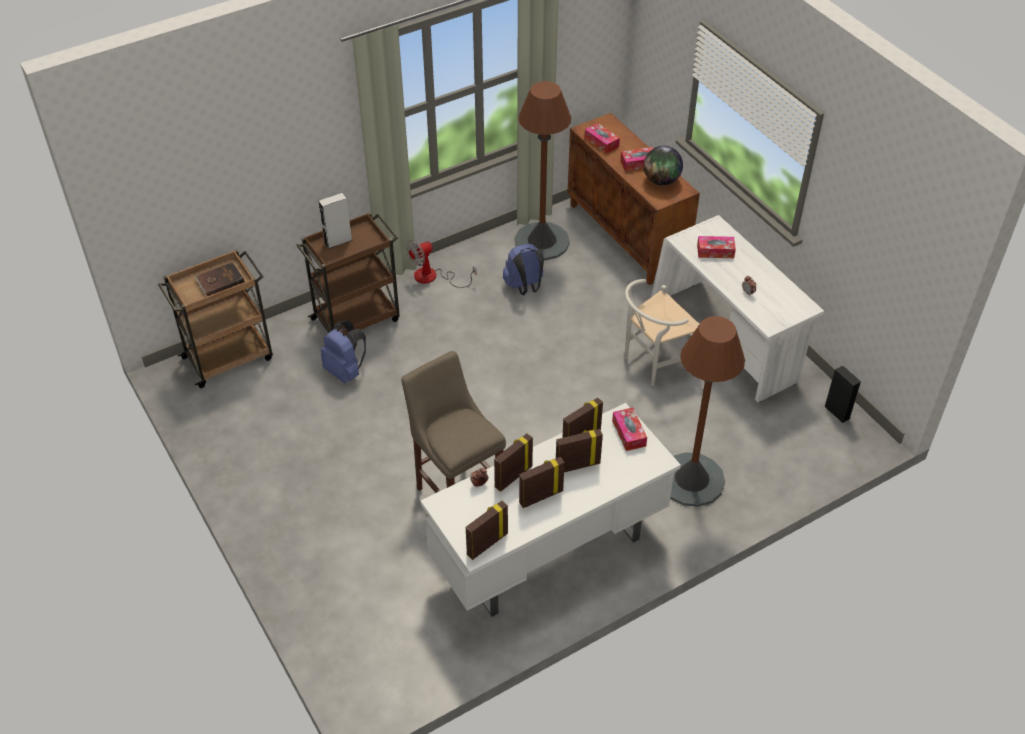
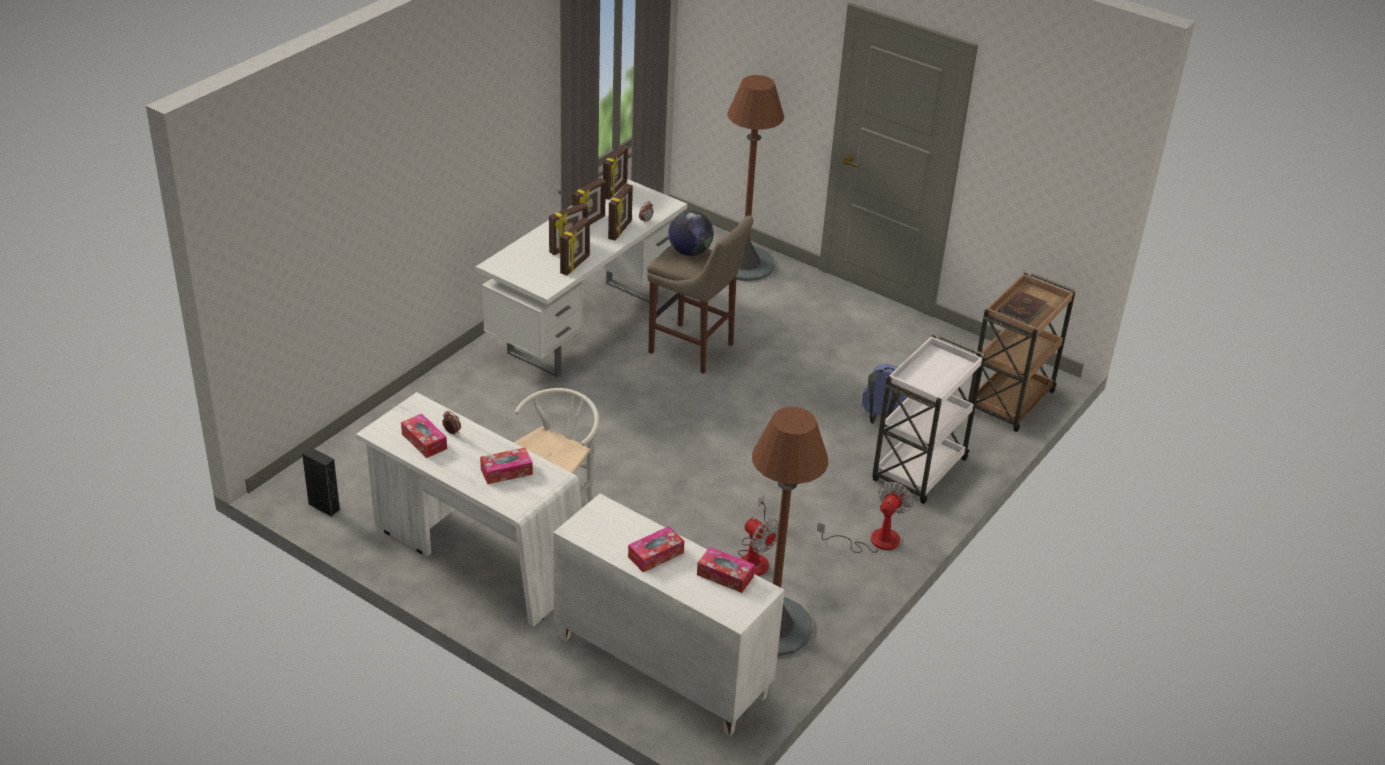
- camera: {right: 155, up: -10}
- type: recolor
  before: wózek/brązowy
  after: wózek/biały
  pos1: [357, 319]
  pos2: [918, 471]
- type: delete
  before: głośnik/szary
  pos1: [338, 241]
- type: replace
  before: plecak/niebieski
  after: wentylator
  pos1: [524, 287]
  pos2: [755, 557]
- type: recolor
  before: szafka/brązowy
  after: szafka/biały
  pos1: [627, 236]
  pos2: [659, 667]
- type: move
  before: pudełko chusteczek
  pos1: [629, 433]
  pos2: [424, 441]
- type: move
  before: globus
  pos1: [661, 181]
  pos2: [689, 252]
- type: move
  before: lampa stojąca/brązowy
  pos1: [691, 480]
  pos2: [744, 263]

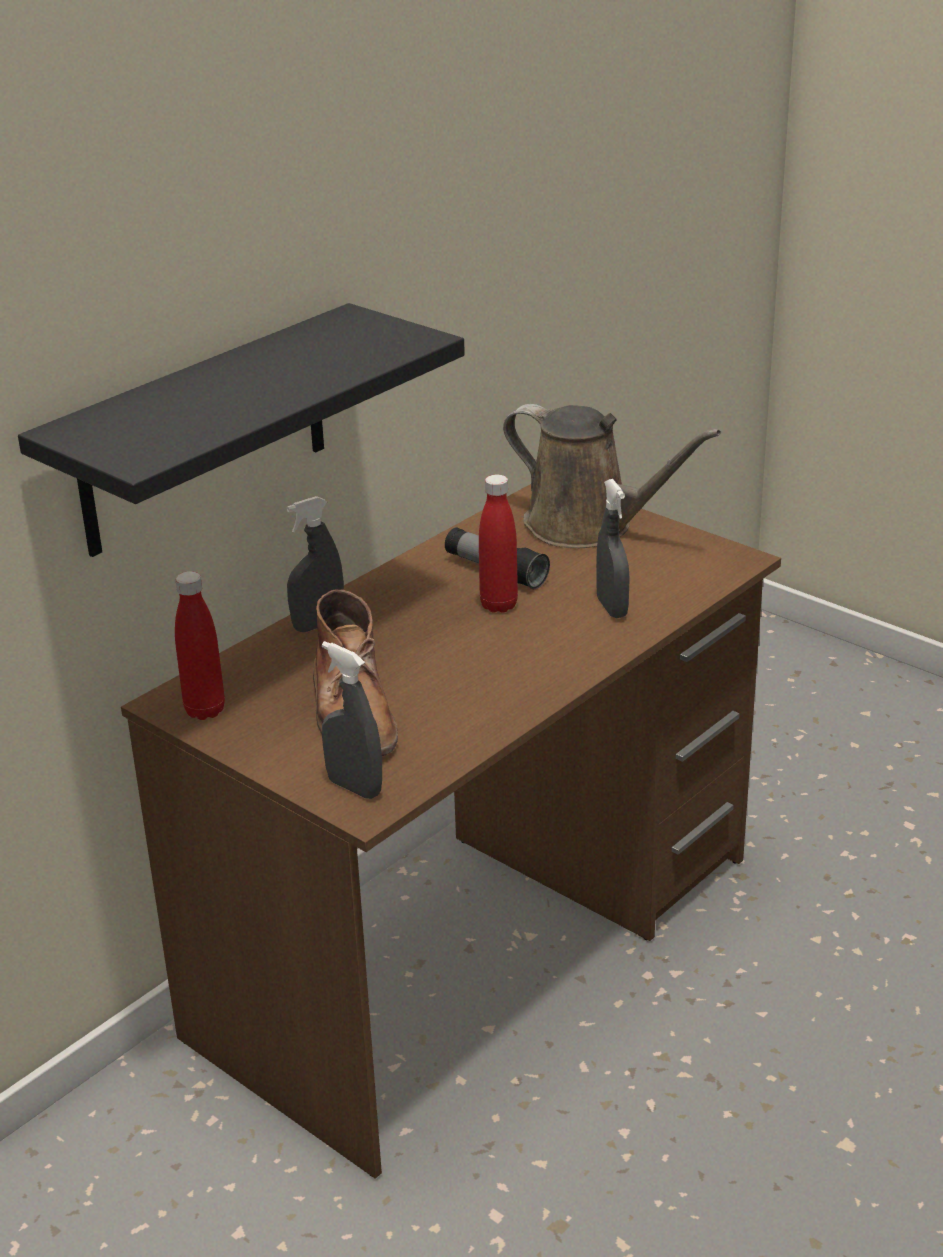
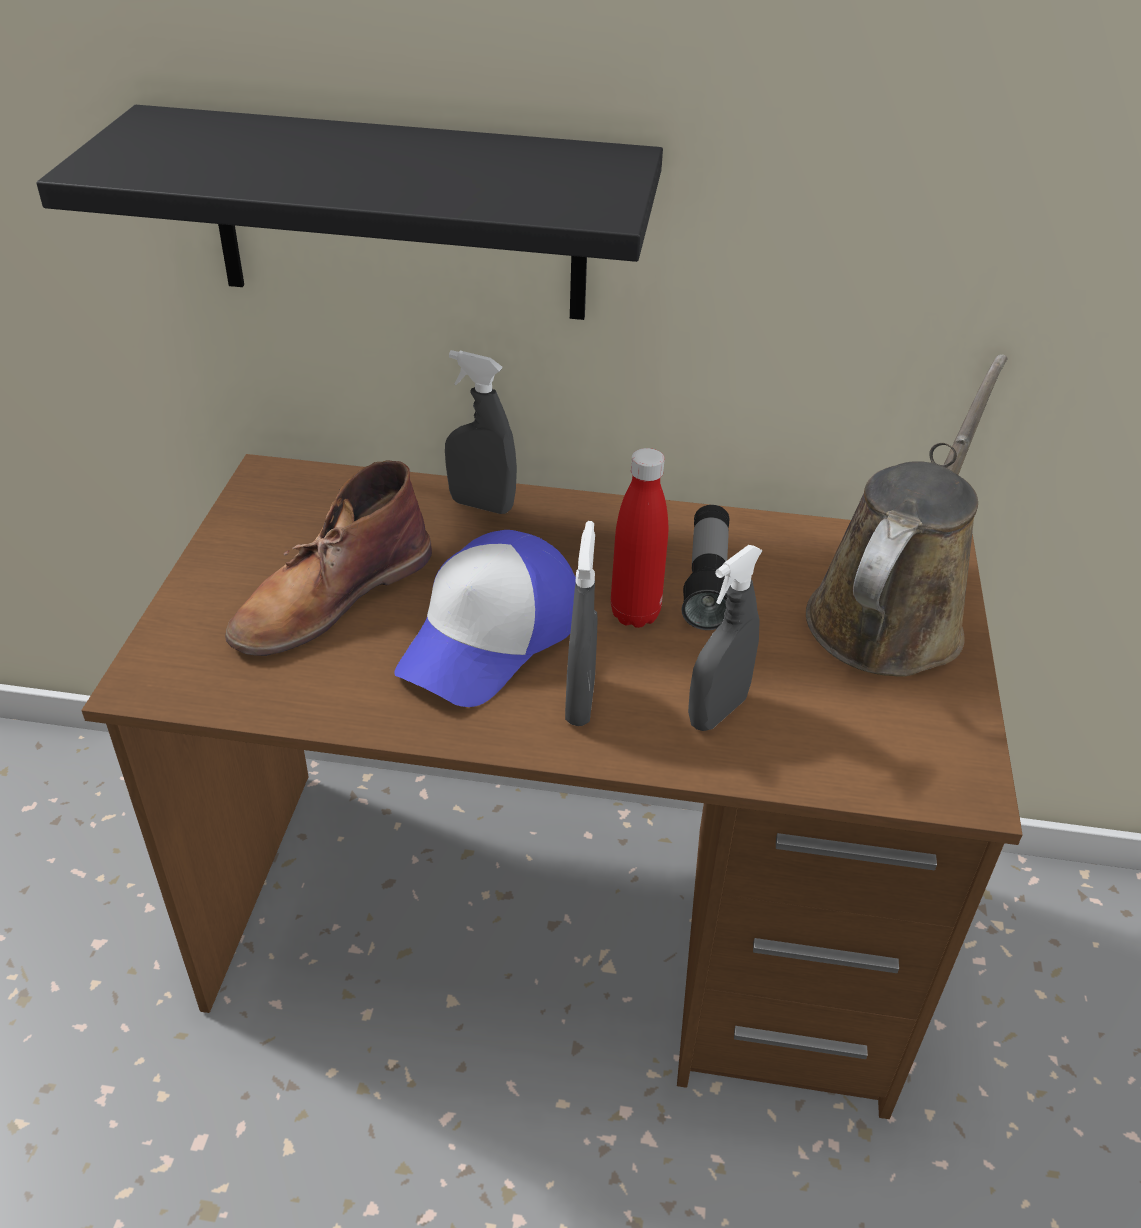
- camera: {right: 55, up: 10}
- type: delete
  before: butelka/czerwony
  pos1: [205, 710]
- type: move
  before: spryskiwacz/szary
  pos1: [354, 787]
  pos2: [580, 701]
- type: rotate
  before: konewka/brązowy
  pos1: [588, 526]
  pos2: [890, 613]
  turn: -150
- type: insert
  after: czapka z daszkiem
  pos2: [490, 637]

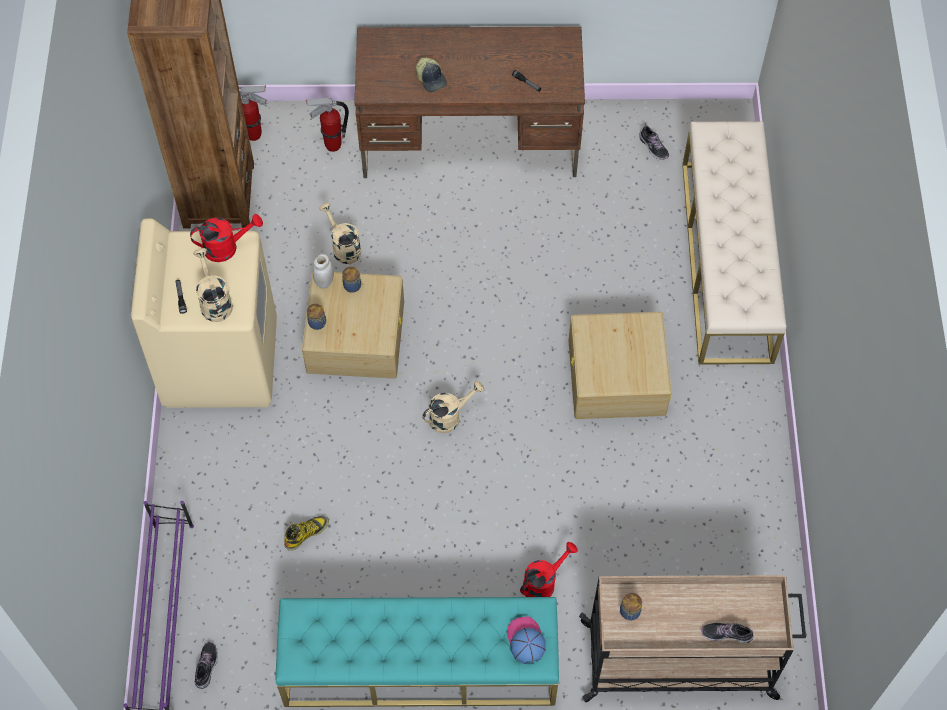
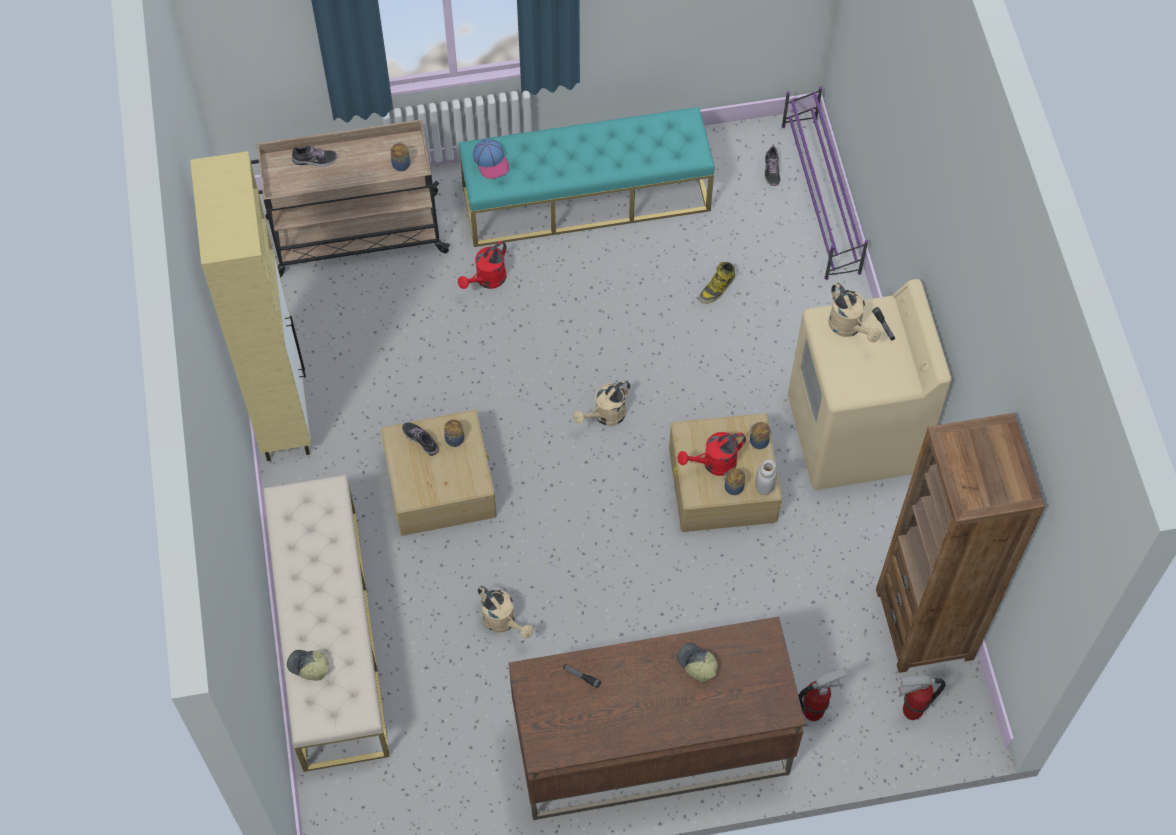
- camera: {right: 170, up: 0}
- type: move
  before: konewka/czerwony
  pos1: [227, 247]
  pos2: [713, 464]
- type: move
  before: konewka/beżowy
  pos1: [343, 247]
  pos2: [503, 622]
- type: move
  before: but
  pos1: [653, 147]
  pos2: [421, 440]
- type: insert
  after: szafka/beżowy
  pos2: [283, 412]
- type: insert
  after: czapka z daszkiem
  pos2: [308, 667]
- type: insert
  after: słoik
  pos2: [454, 440]

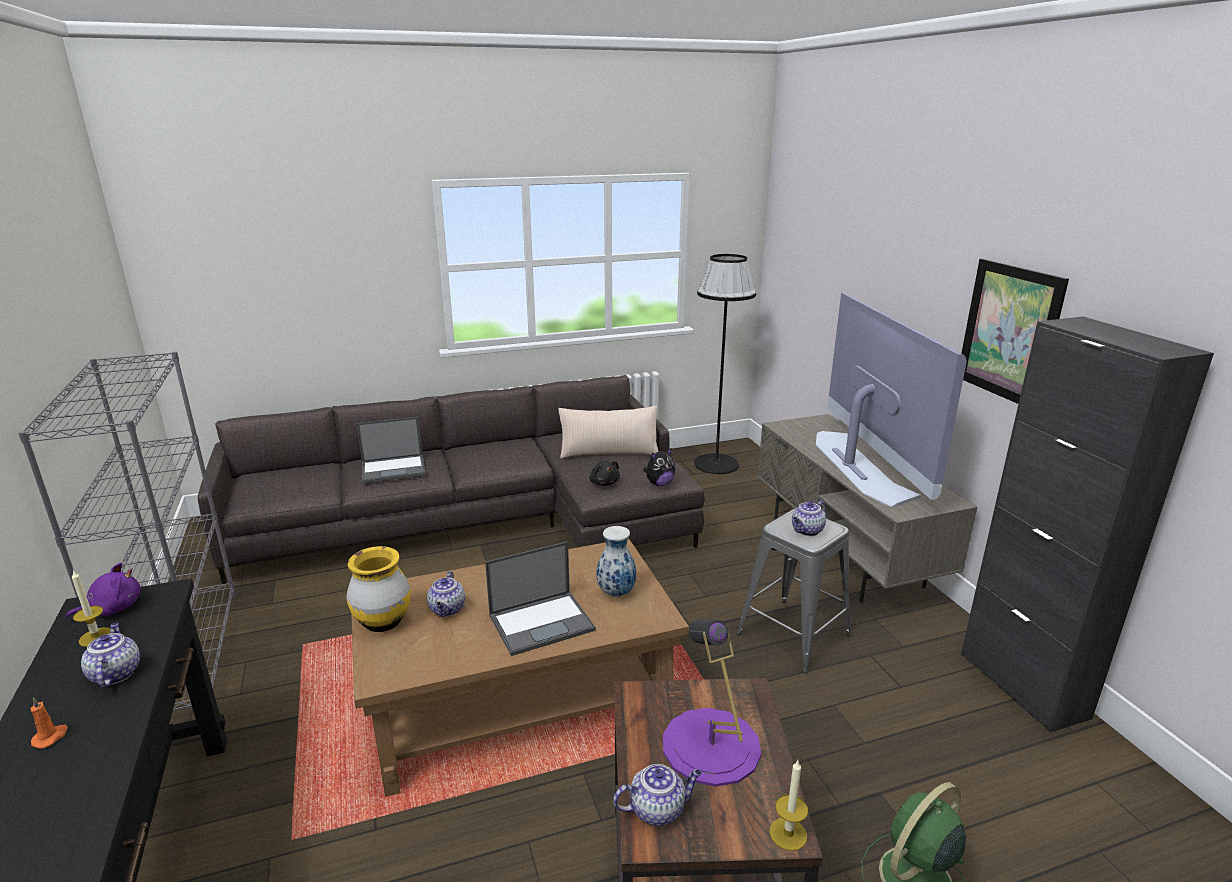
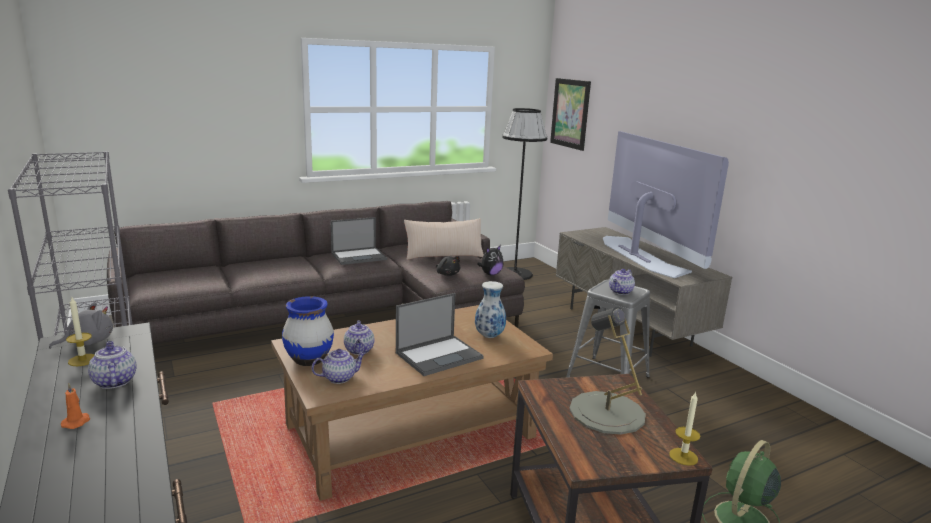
- camera: {right: -10, up: -5}
- type: recolor
  before: pluszak/fioletowy
  after: pluszak/szary
  pos1: [113, 608]
  pos2: [88, 342]
- type: recolor
  before: wazon/żółty
  after: wazon/niebieski
  pos1: [382, 622]
  pos2: [309, 360]
- type: move
  before: laptop
  pos1: [394, 469]
  pos2: [359, 256]
- type: move
  before: imbryk
  pos1: [658, 809]
  pos2: [340, 377]
- type: recolor
  before: lampa stołowa/fioletowy
  after: lampa stołowa/szary
  pos1: [710, 746]
  pos2: [606, 412]
- type: move
  before: obraz
  pos1: [1009, 332]
  pos2: [570, 113]
- type: delete
  before: szafka/czarny
  pos1: [1022, 685]

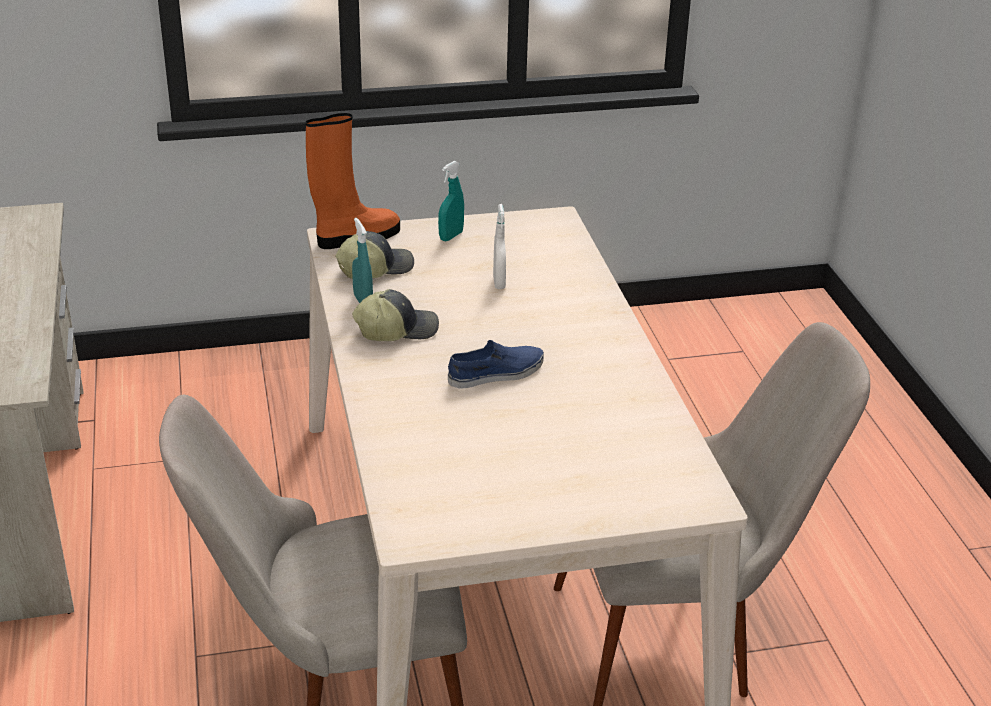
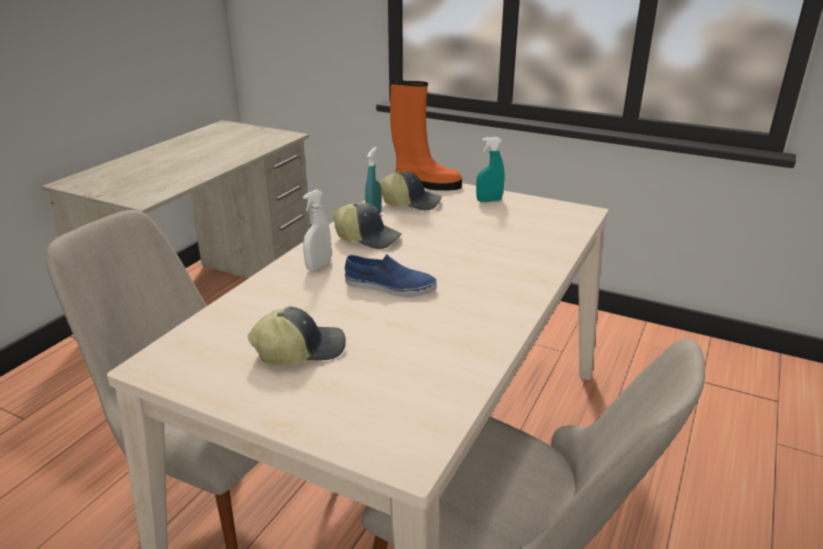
- camera: {right: 40, up: -5}
- type: move
  before: spryskiwacz/biały
  pos1: [499, 283]
  pos2: [318, 266]
- type: insert
  after: czapka z daszkiem
  pos2: [300, 349]

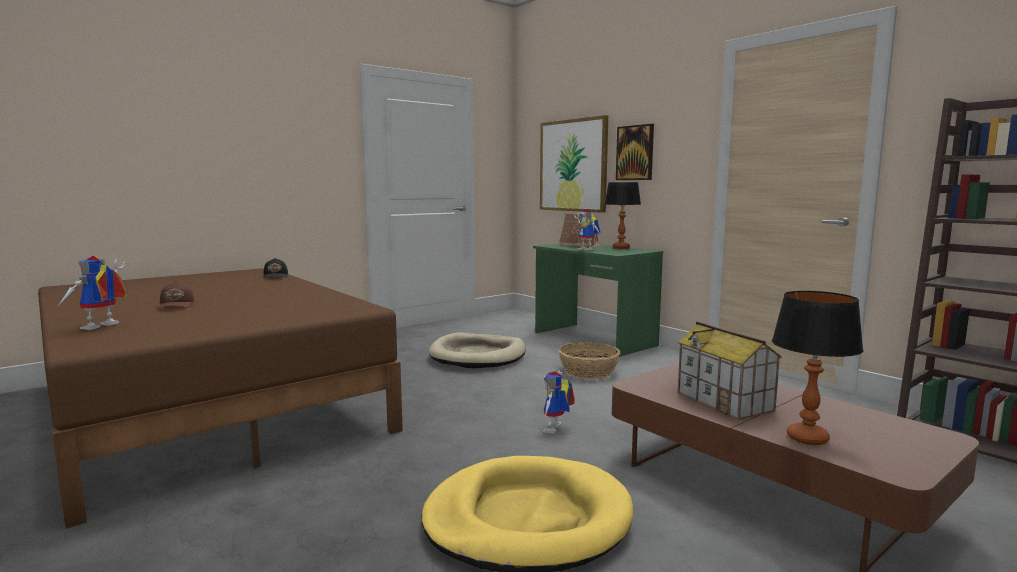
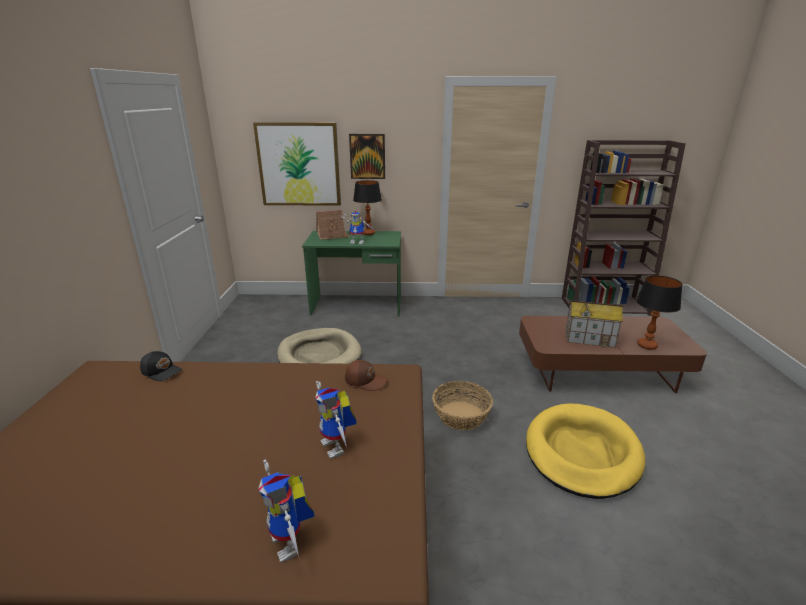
- camera: {right: -50, up: 15}
- type: move
  before: czapka z daszkiem/brązowy
  pos1: [177, 305]
  pos2: [365, 380]
- type: move
  before: robot zabawkowy
  pos1: [556, 430]
  pos2: [338, 447]
- type: move
  before: koszyk
  pos1: [588, 371]
  pos2: [461, 415]

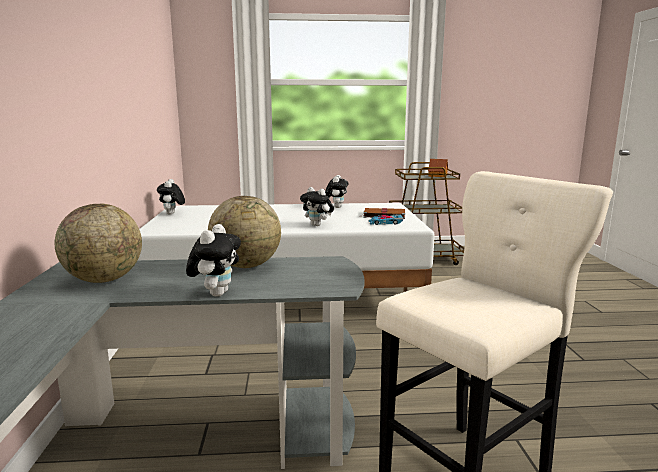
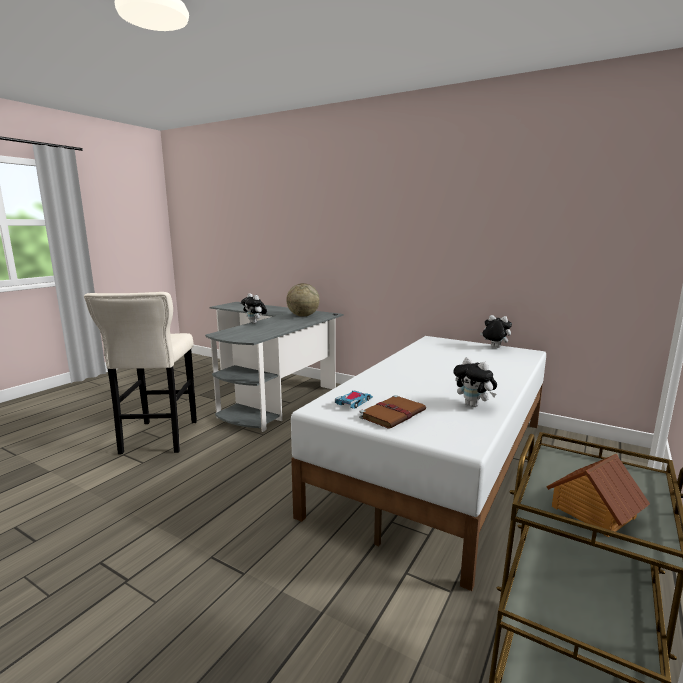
- camera: {right: 125, up: 0}
- type: delete
  before: globus
  pos1: [246, 266]
- type: delete
  before: pluszak
  pos1: [317, 225]

